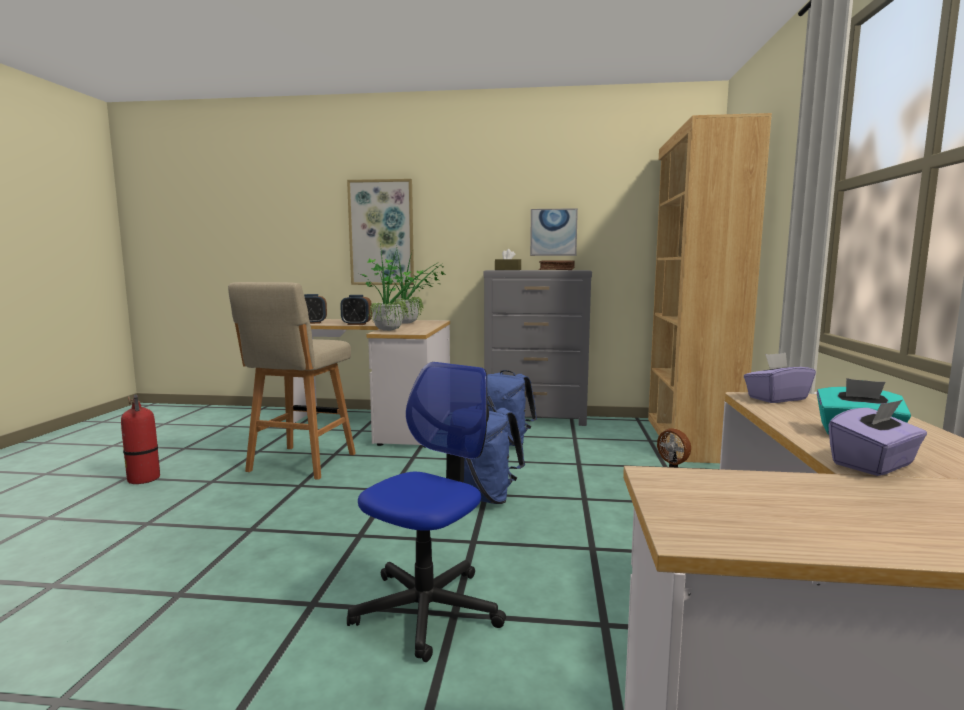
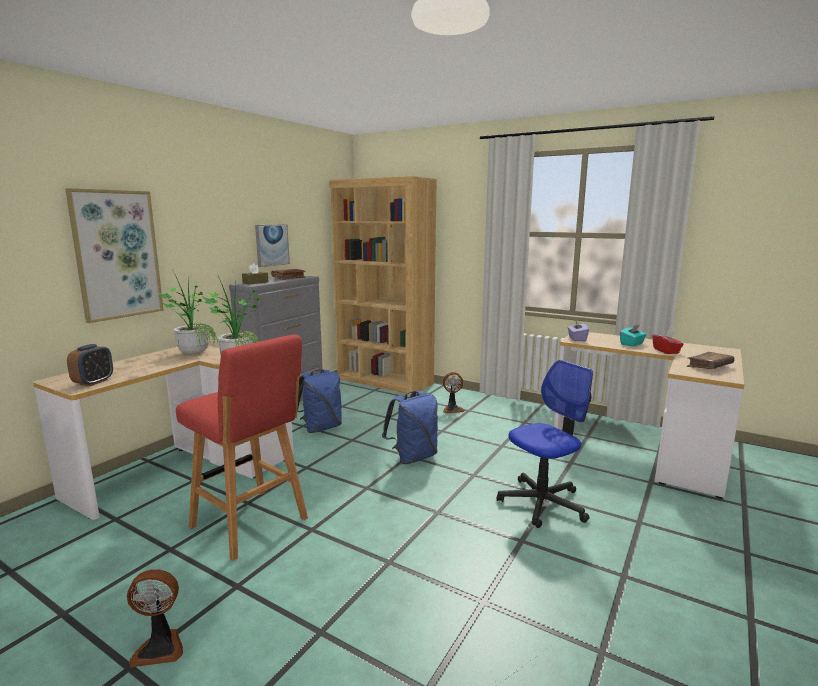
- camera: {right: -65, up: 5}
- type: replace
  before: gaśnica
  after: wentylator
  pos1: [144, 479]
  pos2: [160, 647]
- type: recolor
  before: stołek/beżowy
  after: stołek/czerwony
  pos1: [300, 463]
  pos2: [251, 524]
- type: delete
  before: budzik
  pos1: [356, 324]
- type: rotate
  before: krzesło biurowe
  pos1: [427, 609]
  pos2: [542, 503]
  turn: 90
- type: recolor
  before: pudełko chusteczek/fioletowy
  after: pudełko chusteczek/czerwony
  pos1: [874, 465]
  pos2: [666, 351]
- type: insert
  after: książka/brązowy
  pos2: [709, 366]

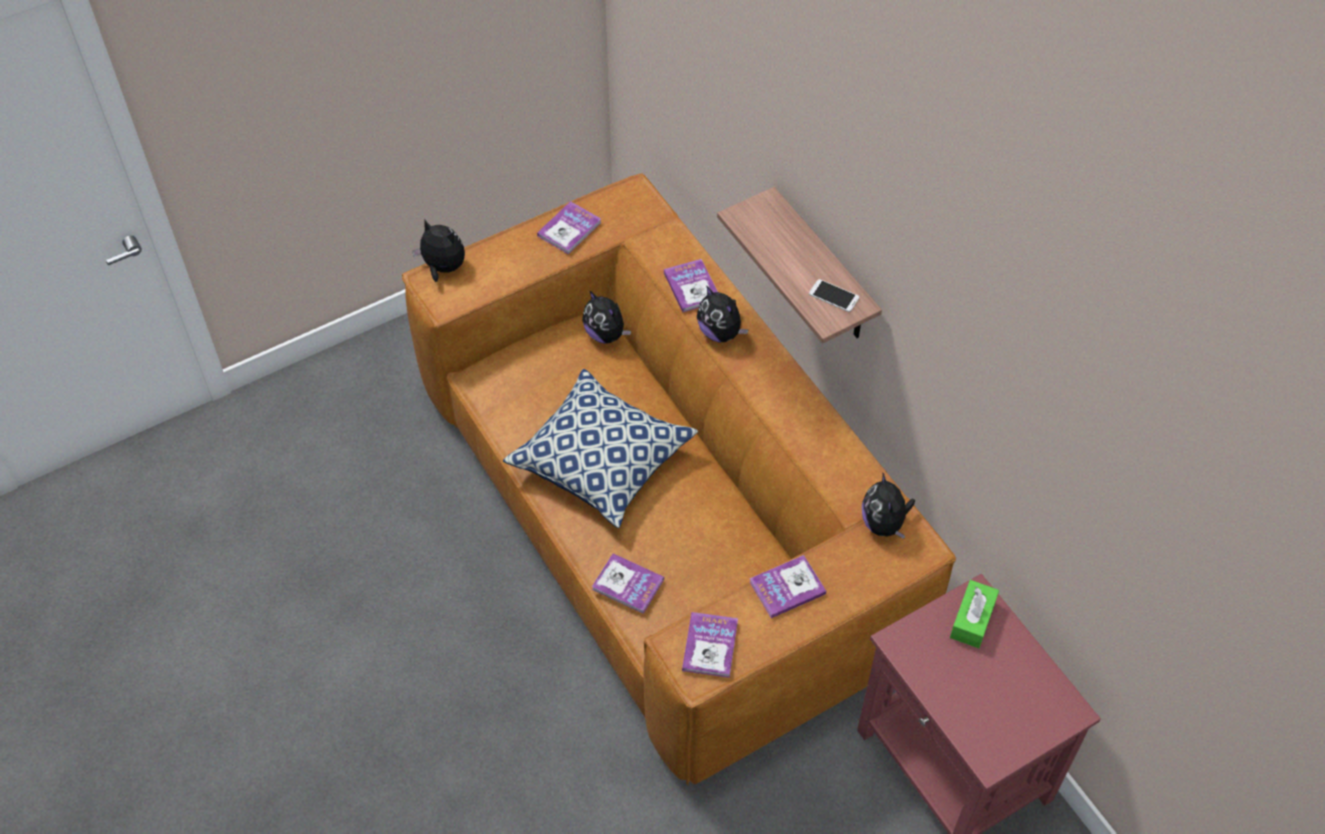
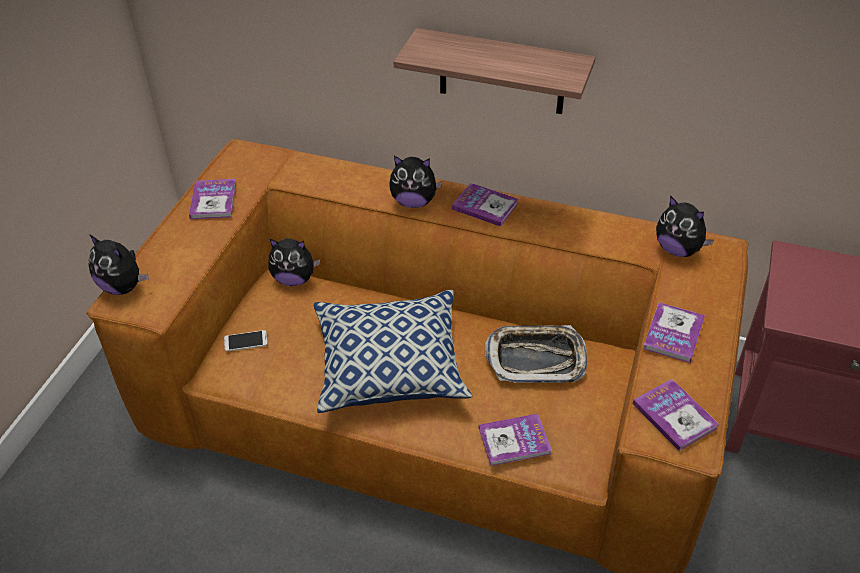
- camera: {right: -40, up: -10}
- type: rotate
  before: pluszak
  pos1: [443, 268]
  pos2: [123, 286]
  turn: -135
- type: move
  before: książka
  pos1: [692, 287]
  pos2: [485, 206]
- type: move
  before: telefon
  pos1: [833, 296]
  pos2: [245, 341]
- type: delete
  before: pudełko chusteczek/zielony
  pos1: [972, 620]
- type: insert
  after: taca
  pos2: [536, 358]

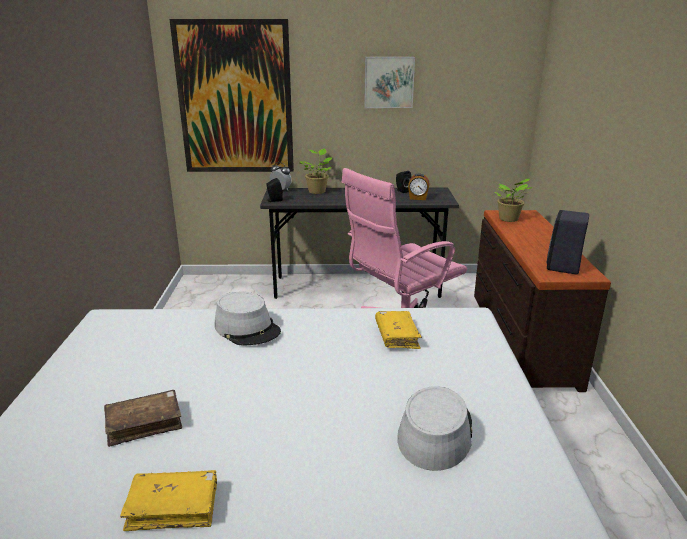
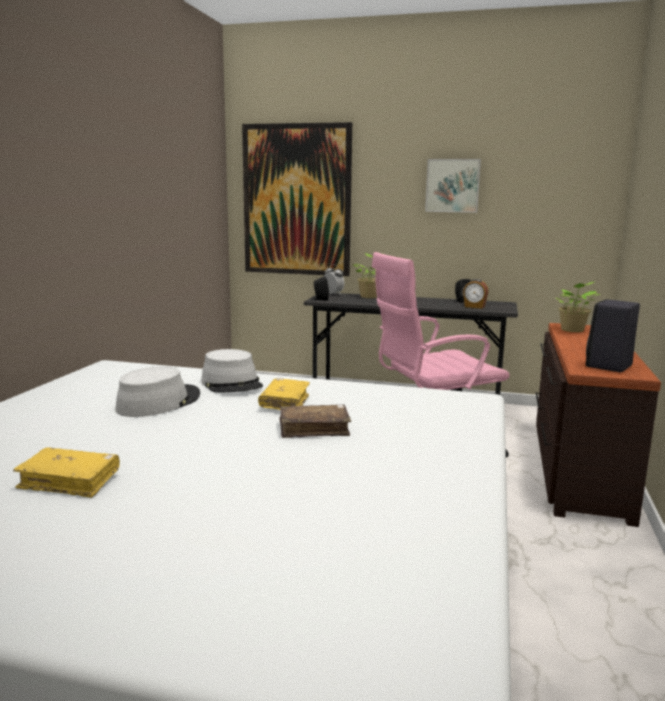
- camera: {right: 15, up: -10}
- type: move
  before: książka/brązowy
  pos1: [144, 424]
  pos2: [314, 429]
- type: move
  before: książka/żółty
  pos1: [397, 336]
  pos2: [285, 403]
- type: move
  before: kapelusz/szary
  pos1: [435, 432]
  pos2: [158, 402]

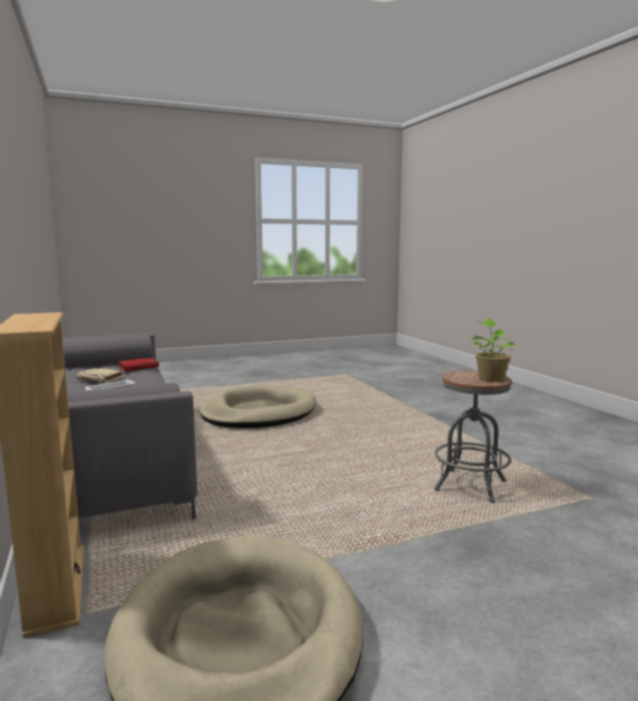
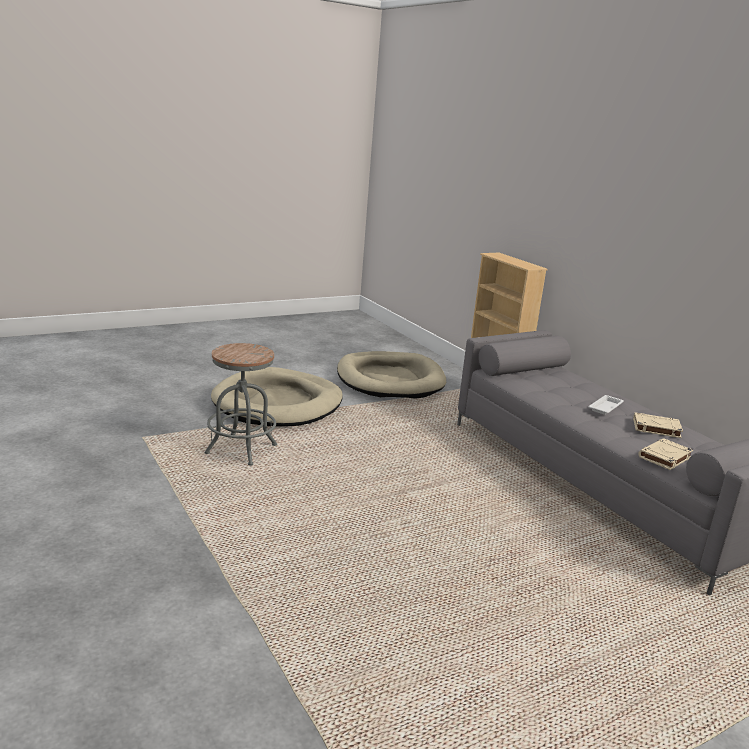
- camera: {right: 170, up: 10}
- type: recolor
  before: książka/czerwony
  after: książka/beżowy
  pos1: [139, 367]
  pos2: [664, 457]
- type: move
  before: legowisko/beżowy
  pos1: [259, 413]
  pos2: [278, 403]
- type: delete
  before: roślina doniczkowa
  pos1: [490, 378]

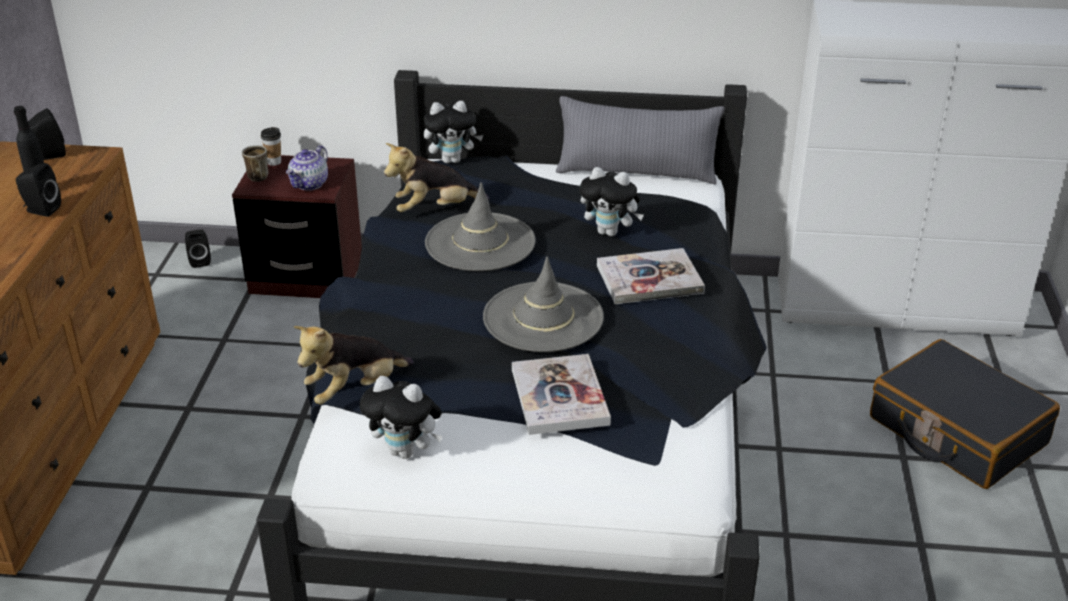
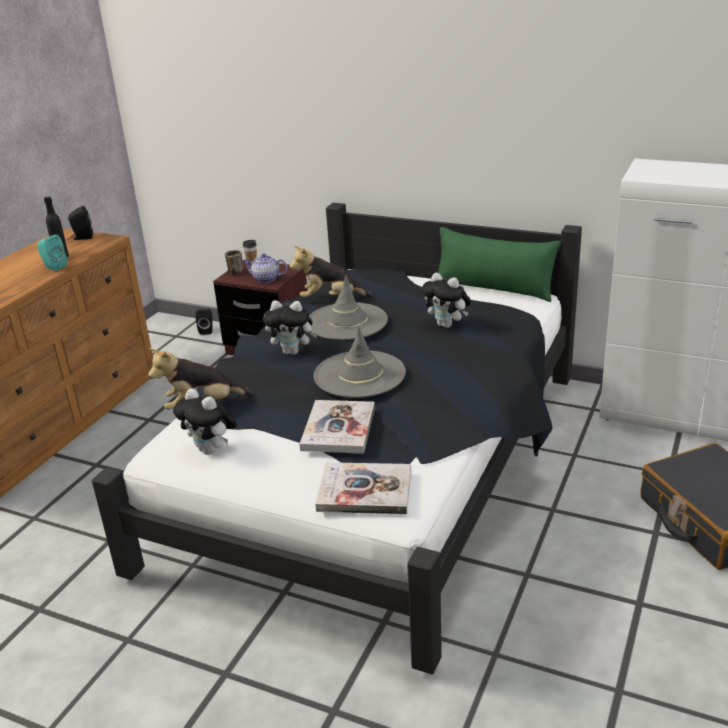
- camera: {right: 20, up: -5}
- type: recolor
  before: głośnik/czarny
  after: głośnik/turkusowy
  pos1: [41, 210]
  pos2: [53, 267]
- type: rotate
  before: imbryk
  pos1: [309, 184]
  pos2: [266, 279]
  turn: 60
- type: move
  before: pluszak
  pos1: [452, 160]
  pos2: [293, 352]
- type: recolor
  before: poduszka/szary
  after: poduszka/zielony
  pos1: [636, 173]
  pos2: [494, 289]
- type: move
  before: książka
  pos1: [649, 279]
  pos2: [365, 491]

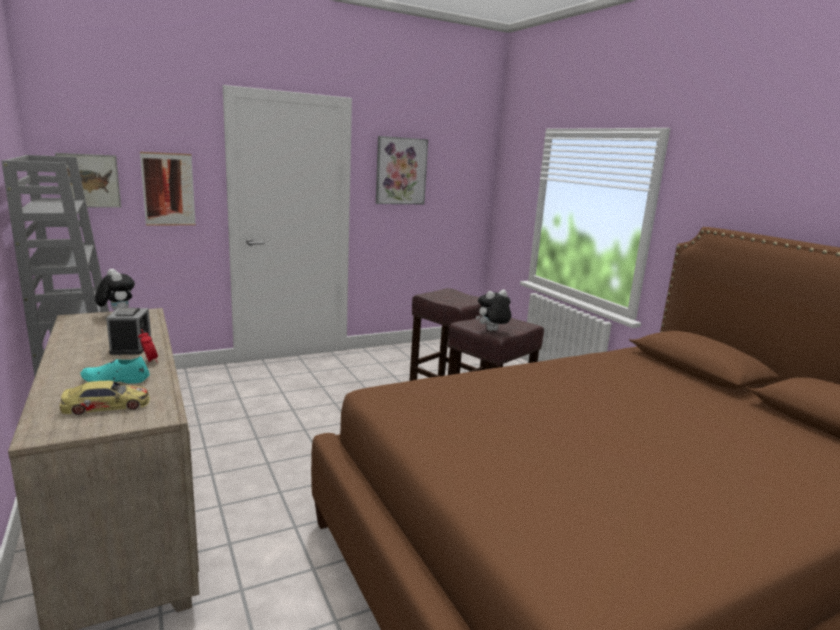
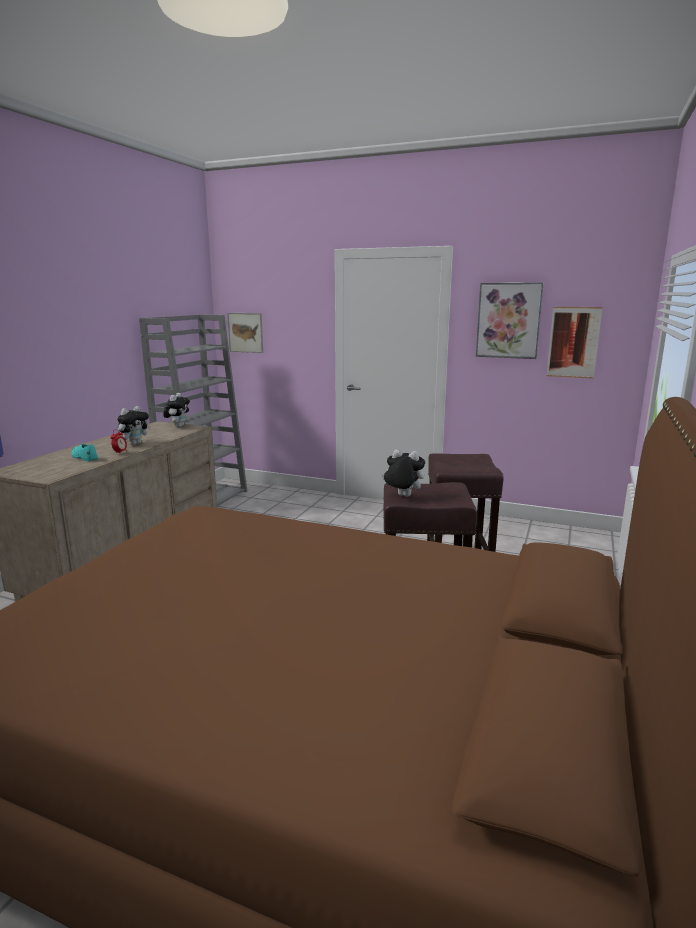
- camera: {right: 50, up: 0}
- type: delete
  before: samochodzik
  pos1: [107, 405]
- type: replace
  before: budzik
  after: pluszak
  pos1: [131, 347]
  pos2: [135, 444]
- type: move
  before: obraz
  pos1: [168, 189]
  pos2: [573, 342]

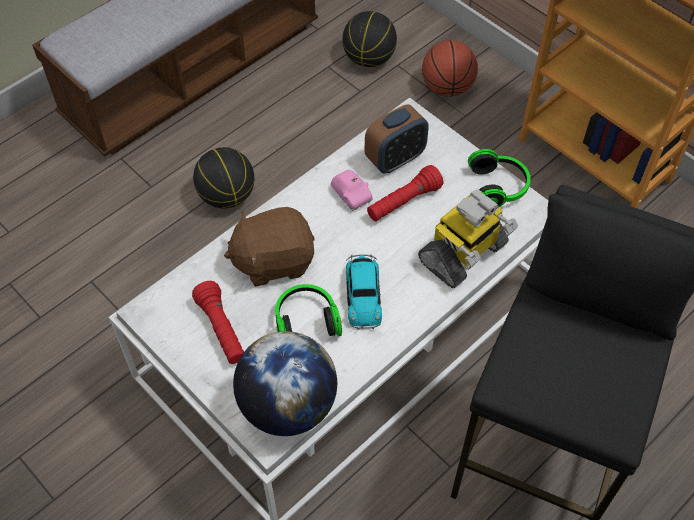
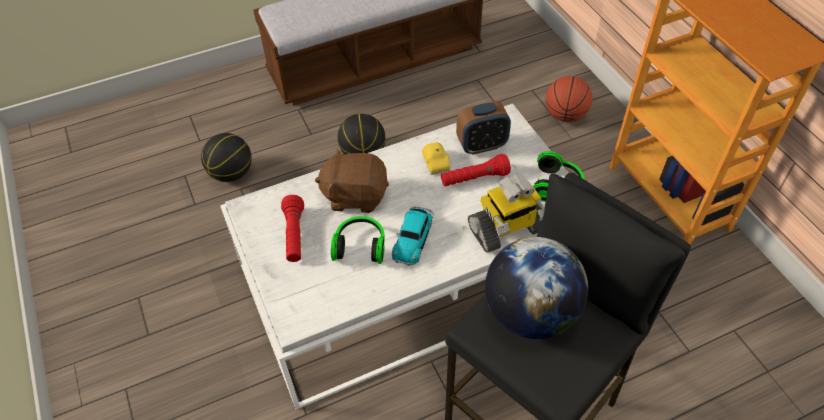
- camera: {right: 20, up: -5}
- type: move
  before: globus
  pos1: [288, 405]
  pos2: [530, 314]
- type: recolor
  before: samochodzik/różowy
  after: samochodzik/żółty
  pos1: [352, 194]
  pos2: [436, 163]
- type: move
  before: piłka do koszykówki
  pos1: [369, 59]
  pos2: [231, 173]

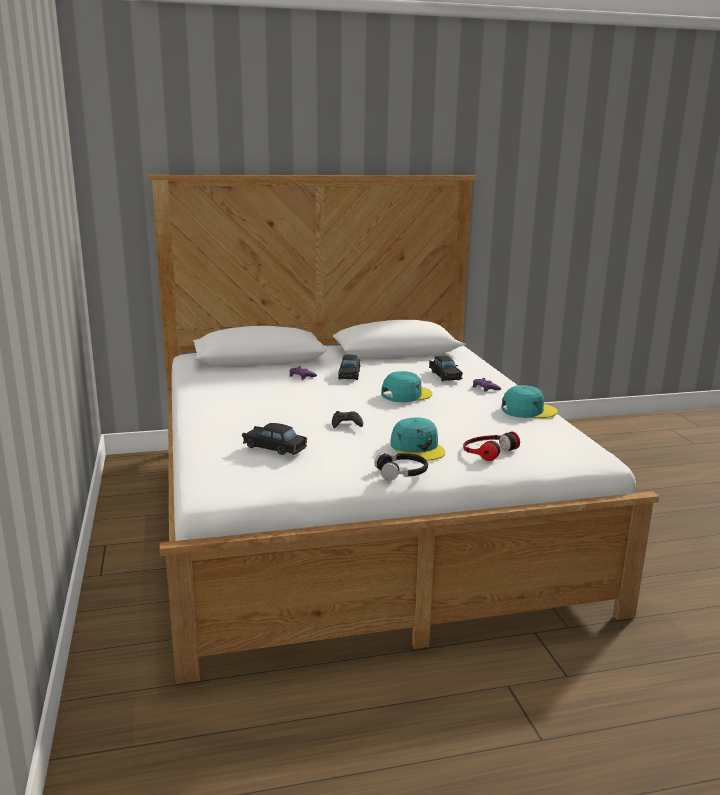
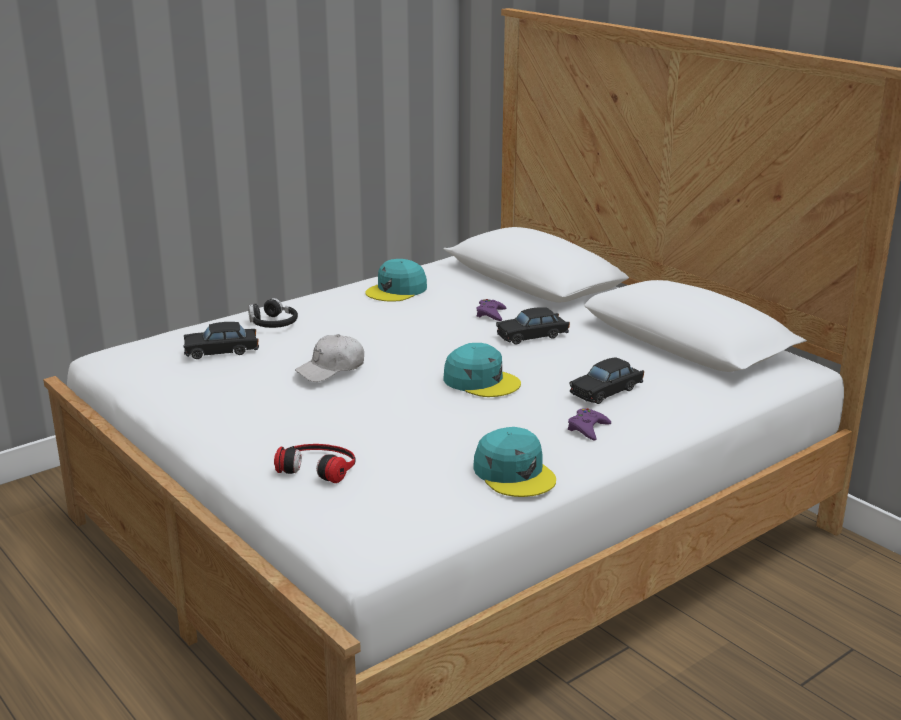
- camera: {right: 65, up: 5}
- type: rotate
  before: samochodzik/czarny
  pos1: [274, 448]
  pos2: [221, 351]
  turn: -105
- type: replace
  before: pad do gier/czarny
  after: czapka z daszkiem/biały
  pos1: [346, 423]
  pos2: [331, 369]
- type: move
  before: słuchawki/czarny
  pos1: [402, 473]
  pos2: [273, 323]
- type: move
  before: czapka z daszkiem/turkusowy
  pos1: [417, 448]
  pos2: [397, 290]

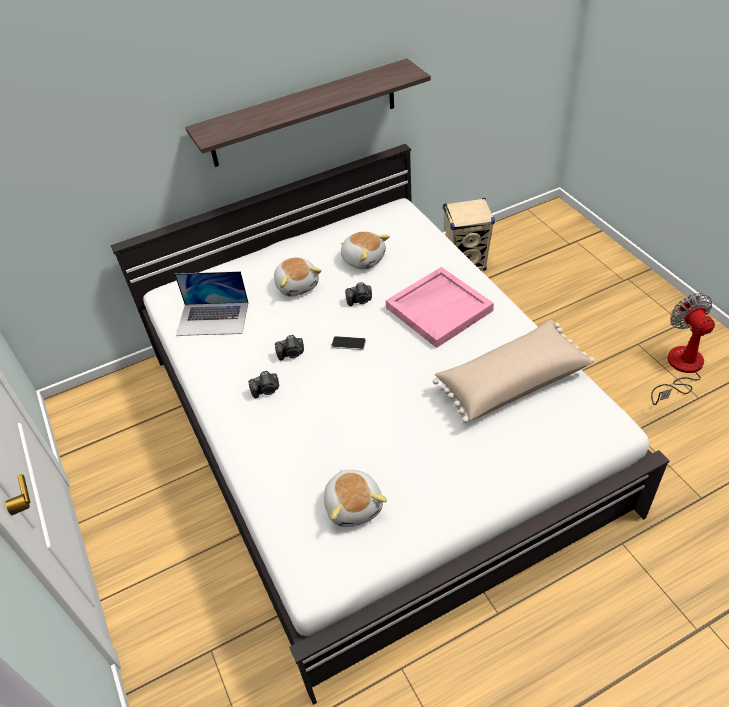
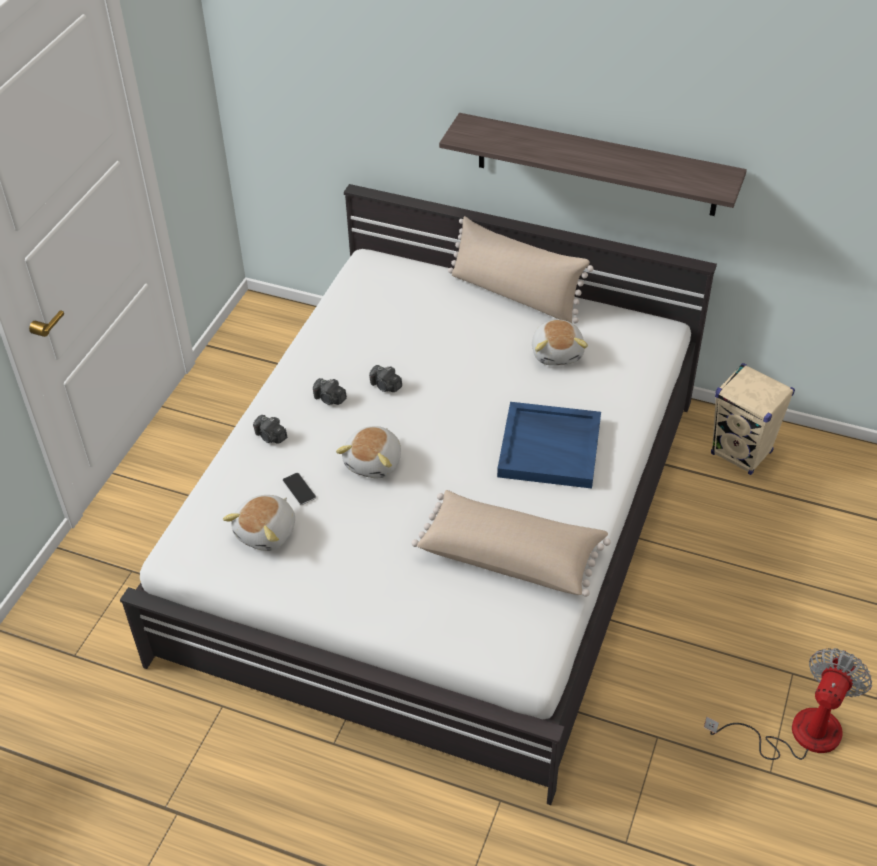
- camera: {right: 45, up: 0}
- type: delete
  before: laptop
  pos1: [213, 318]
- type: move
  before: pluszak
  pos1: [297, 285]
  pos2: [374, 462]
- type: move
  before: telefon
  pos1: [348, 343]
  pos2: [299, 489]
- type: move
  before: aparat fotograficzny
  pos1: [360, 300]
  pos2: [271, 437]
- type: recolor
  before: taca/różowy
  after: taca/niebieski
  pos1: [439, 308]
  pos2: [550, 447]
- type: insert
  after: poduszka/beżowy
  pos2: [515, 295]

